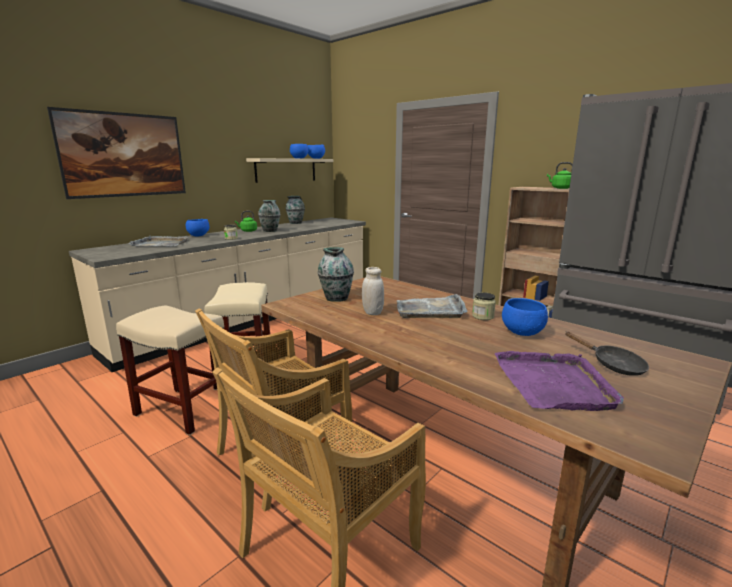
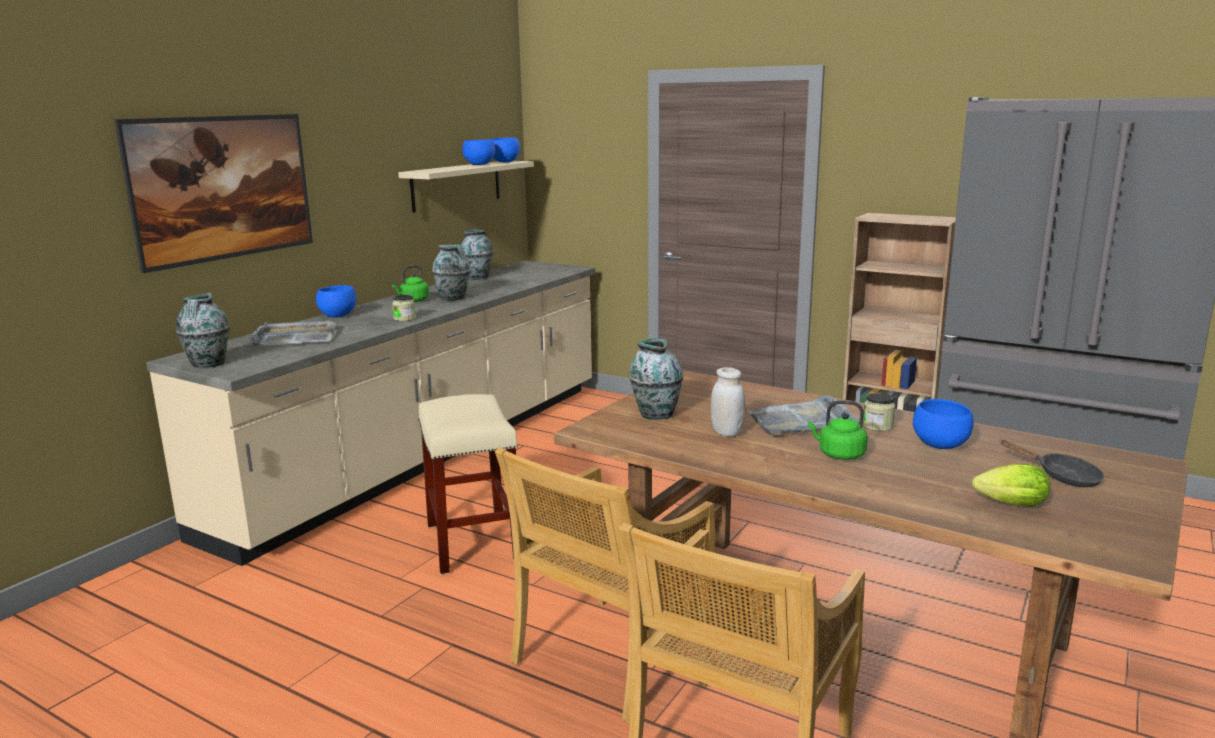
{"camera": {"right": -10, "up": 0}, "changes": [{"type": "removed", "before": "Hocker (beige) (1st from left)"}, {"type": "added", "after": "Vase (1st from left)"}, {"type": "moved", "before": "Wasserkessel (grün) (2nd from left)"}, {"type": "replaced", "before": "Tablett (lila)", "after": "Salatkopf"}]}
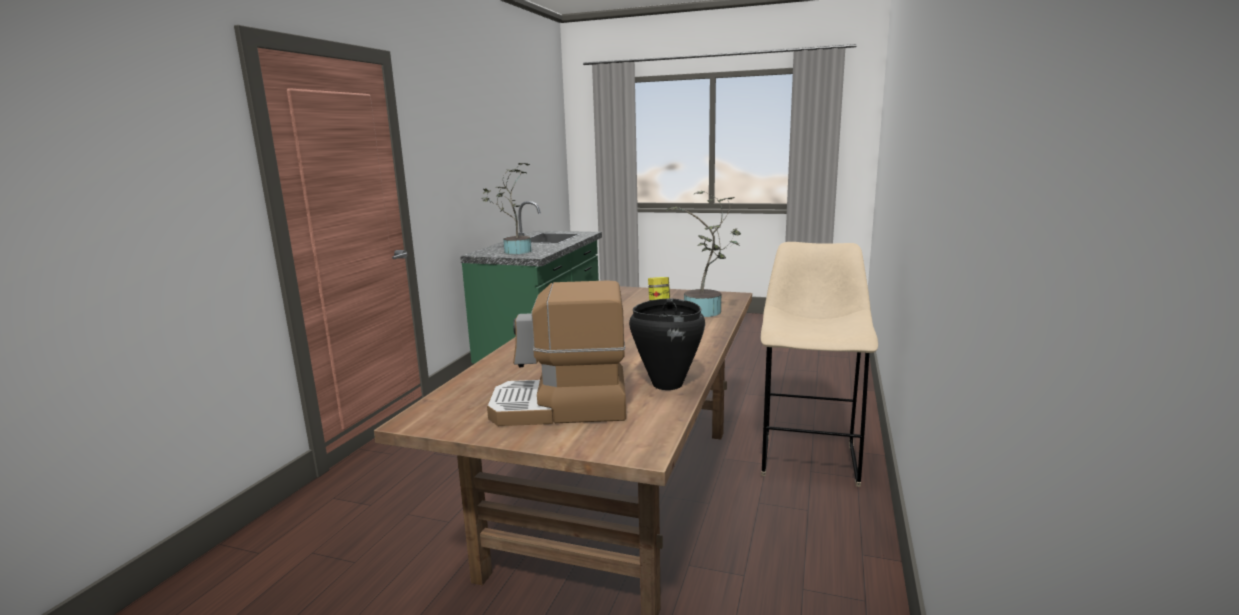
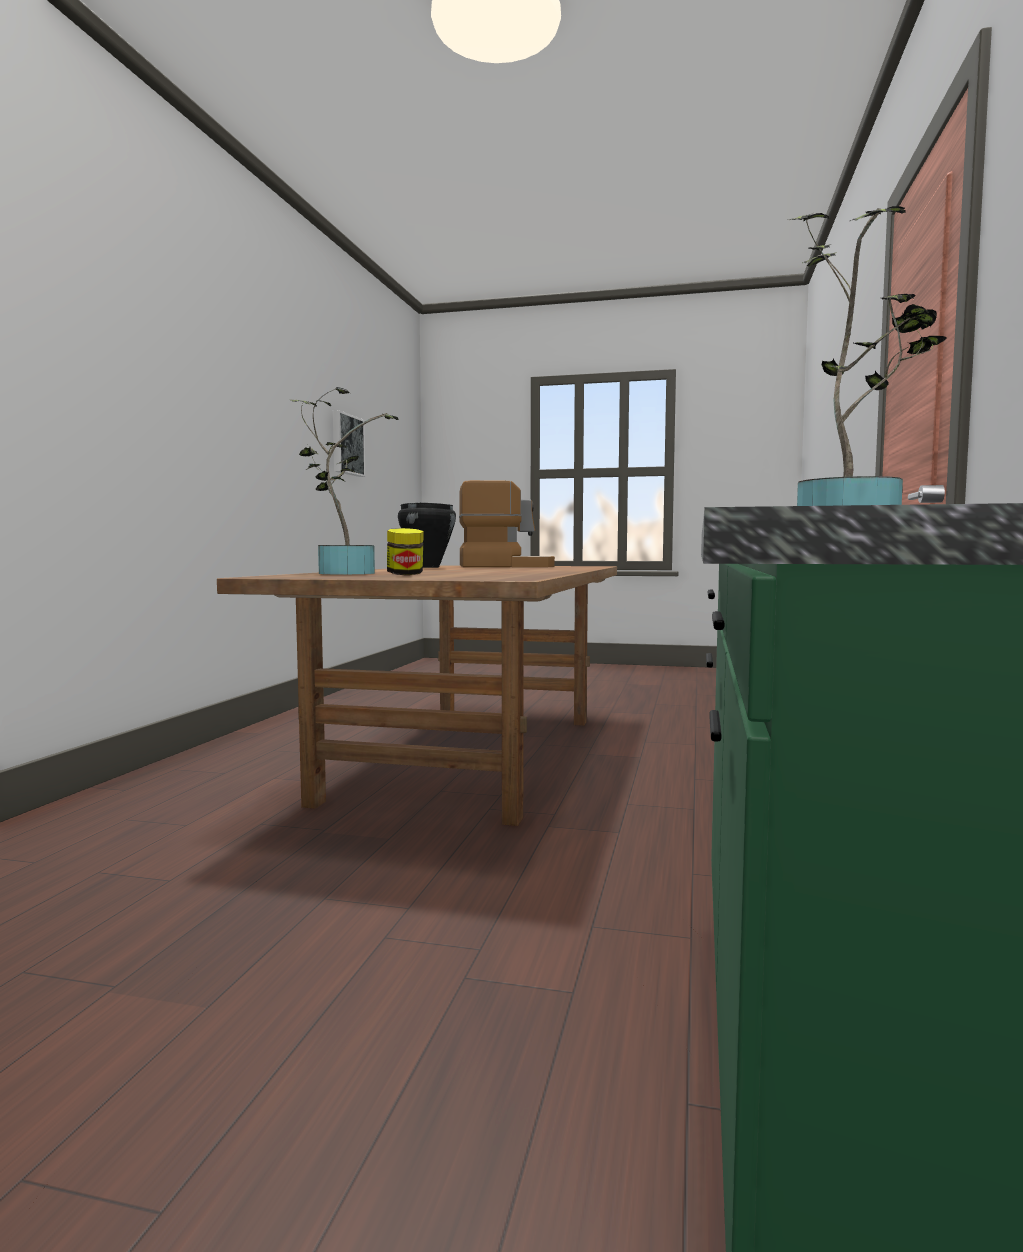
{"camera": {"right": 175, "up": -10}, "changes": [{"type": "removed", "before": "Hocker (beige)"}, {"type": "added", "after": "Bild"}]}
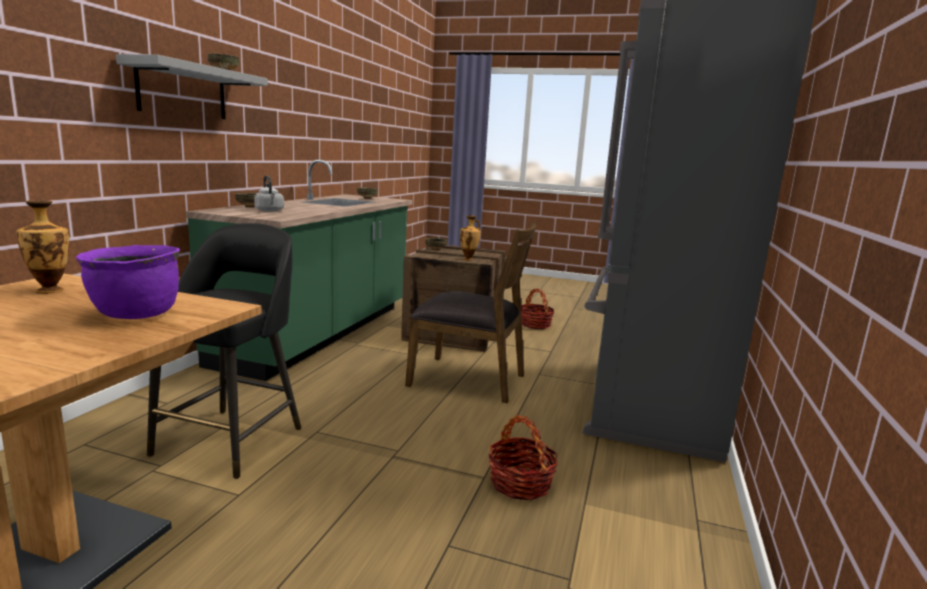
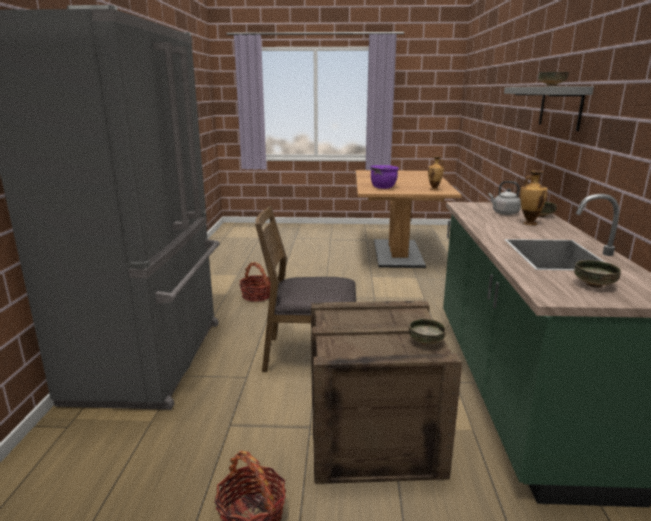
{"camera": {"right": 165, "up": 5}, "changes": [{"type": "removed", "before": "Hocker (schwarz)"}, {"type": "moved", "before": "Vase (2nd from left)"}]}
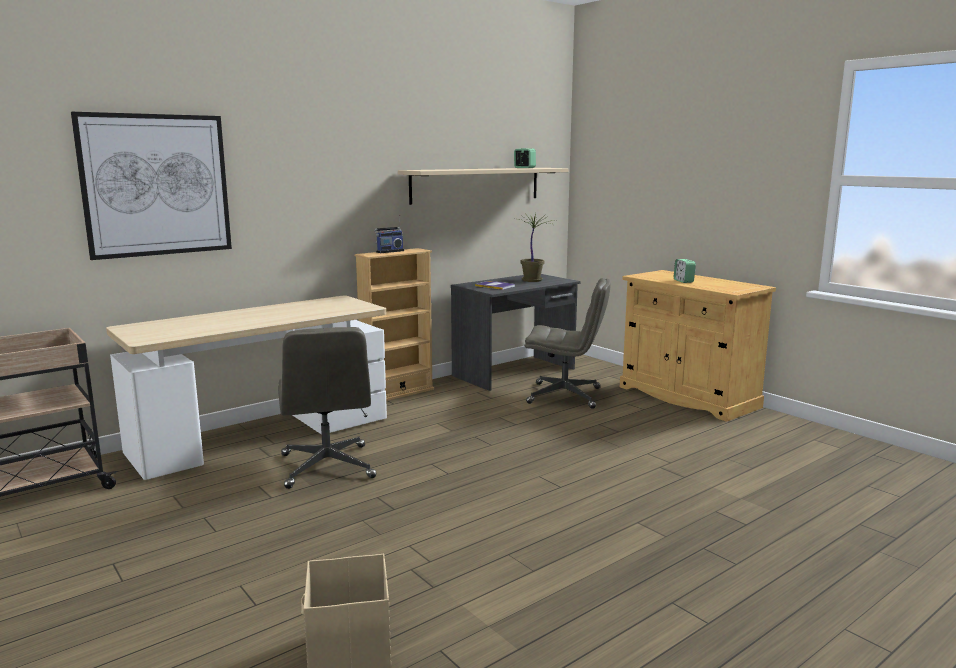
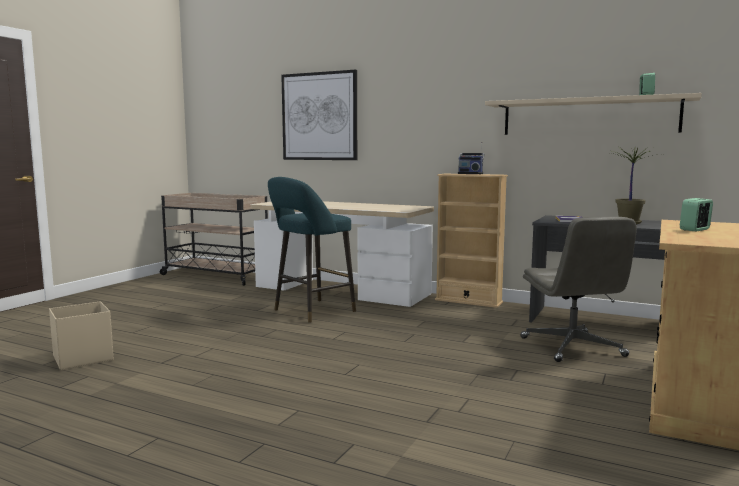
{"camera": {"right": 65, "up": -5}, "changes": [{"type": "replaced", "before": "Bürostuhl (grau) (1st from left)", "after": "Hocker (türkis)"}]}
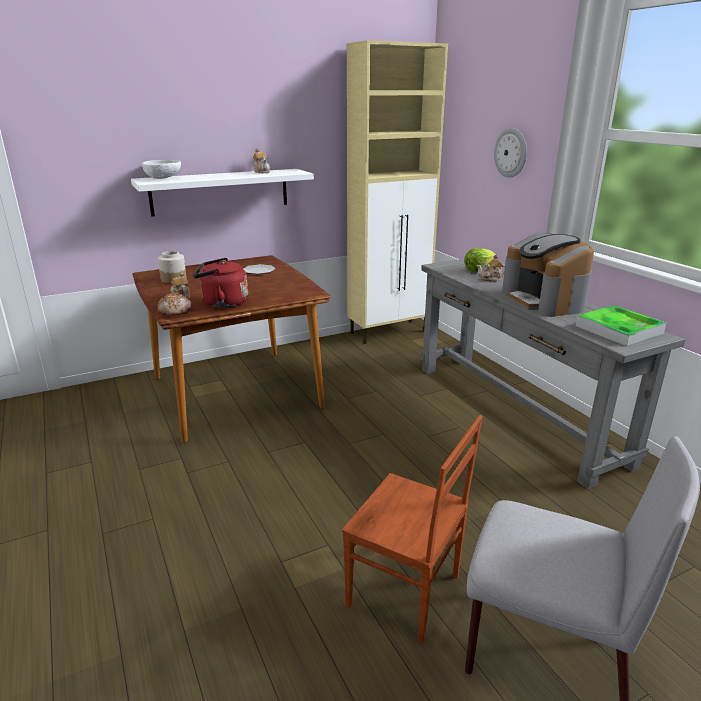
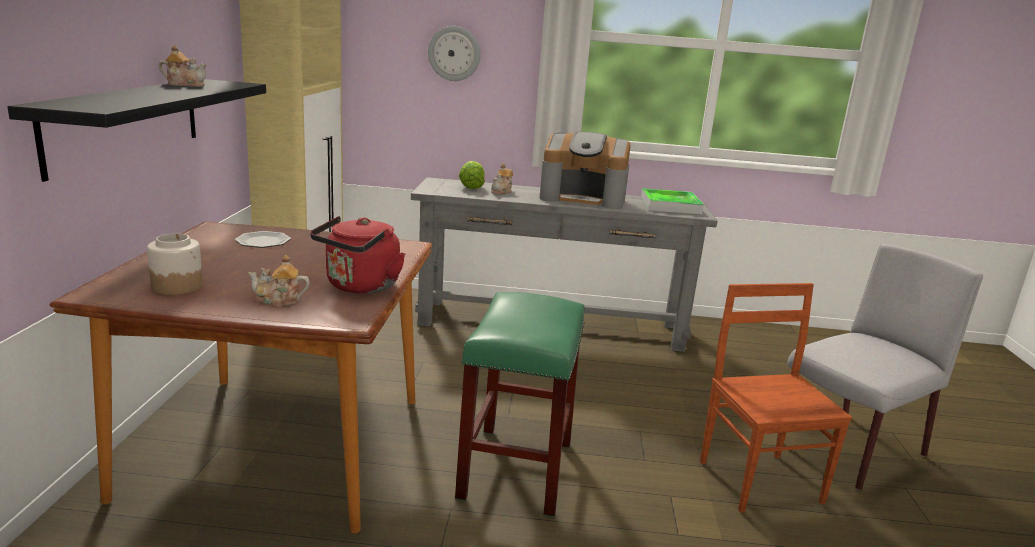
{"camera": {"right": -60, "up": -5}, "changes": [{"type": "removed", "before": "Schüssel (weiß)"}, {"type": "removed", "before": "Brot"}, {"type": "added", "after": "Hocker (grün)"}, {"type": "recoloured", "before": "Wandregal (weiß)", "after": "Wandregal (schwarz)"}, {"type": "turned", "before": "Stuhl (braun)", "turn": -75}]}
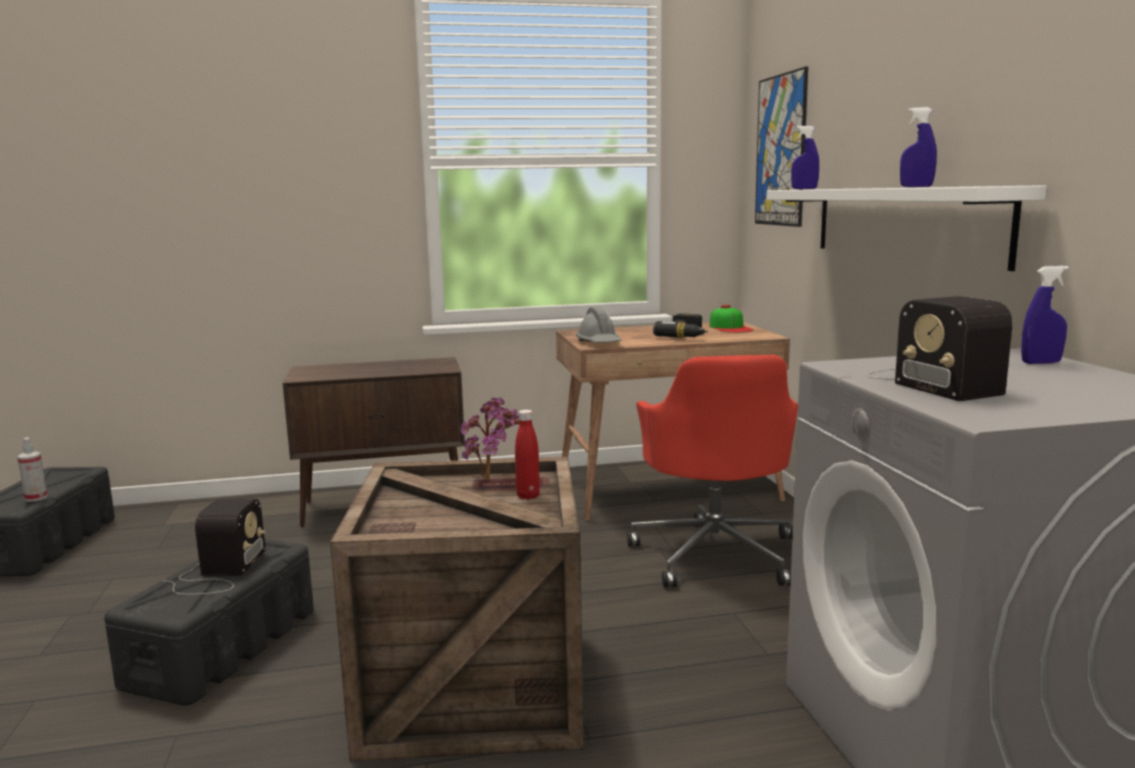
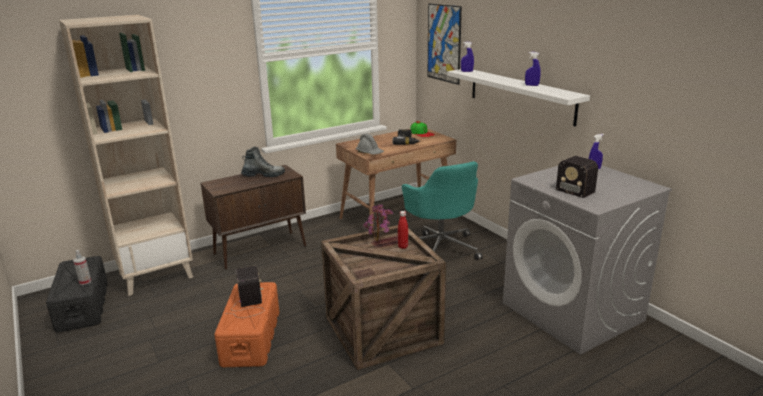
{"camera": {"right": -20, "up": 10}, "changes": [{"type": "added", "after": "Bücherregal (beige)"}, {"type": "added", "after": "Stiefel"}, {"type": "recoloured", "before": "Aufbewahrungsbox (schwarz) (2nd from left)", "after": "Aufbewahrungsbox (orange)"}, {"type": "recoloured", "before": "Bürostuhl (rot)", "after": "Bürostuhl (türkis)"}]}
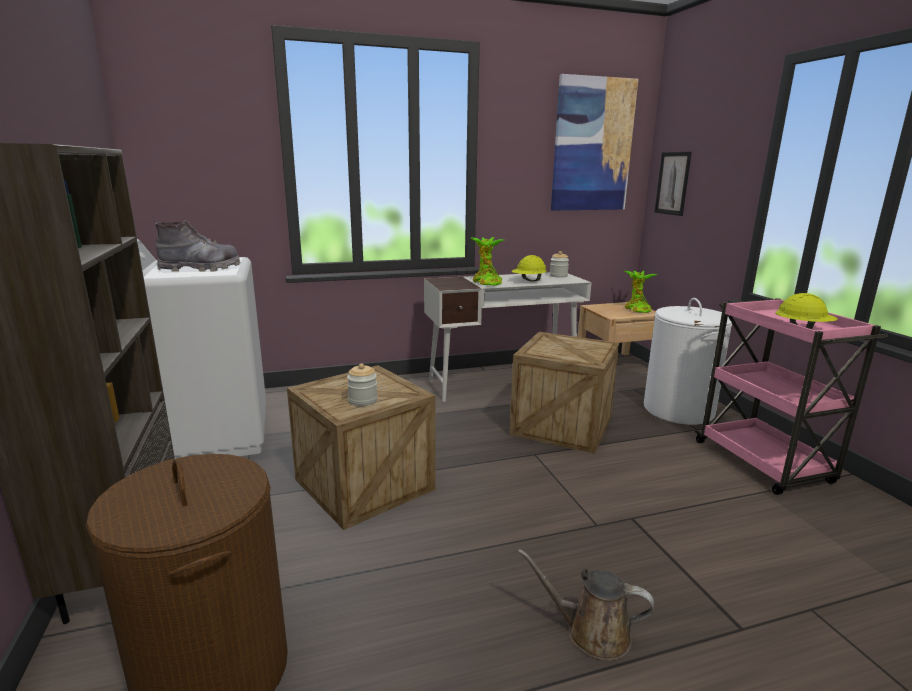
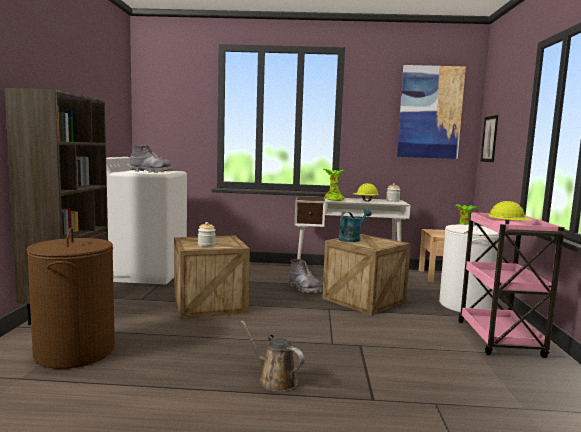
{"camera": {"right": 20, "up": -10}, "changes": [{"type": "added", "after": "Stiefel (grau) (2nd from left)"}, {"type": "added", "after": "Gießkanne (türkis)"}]}
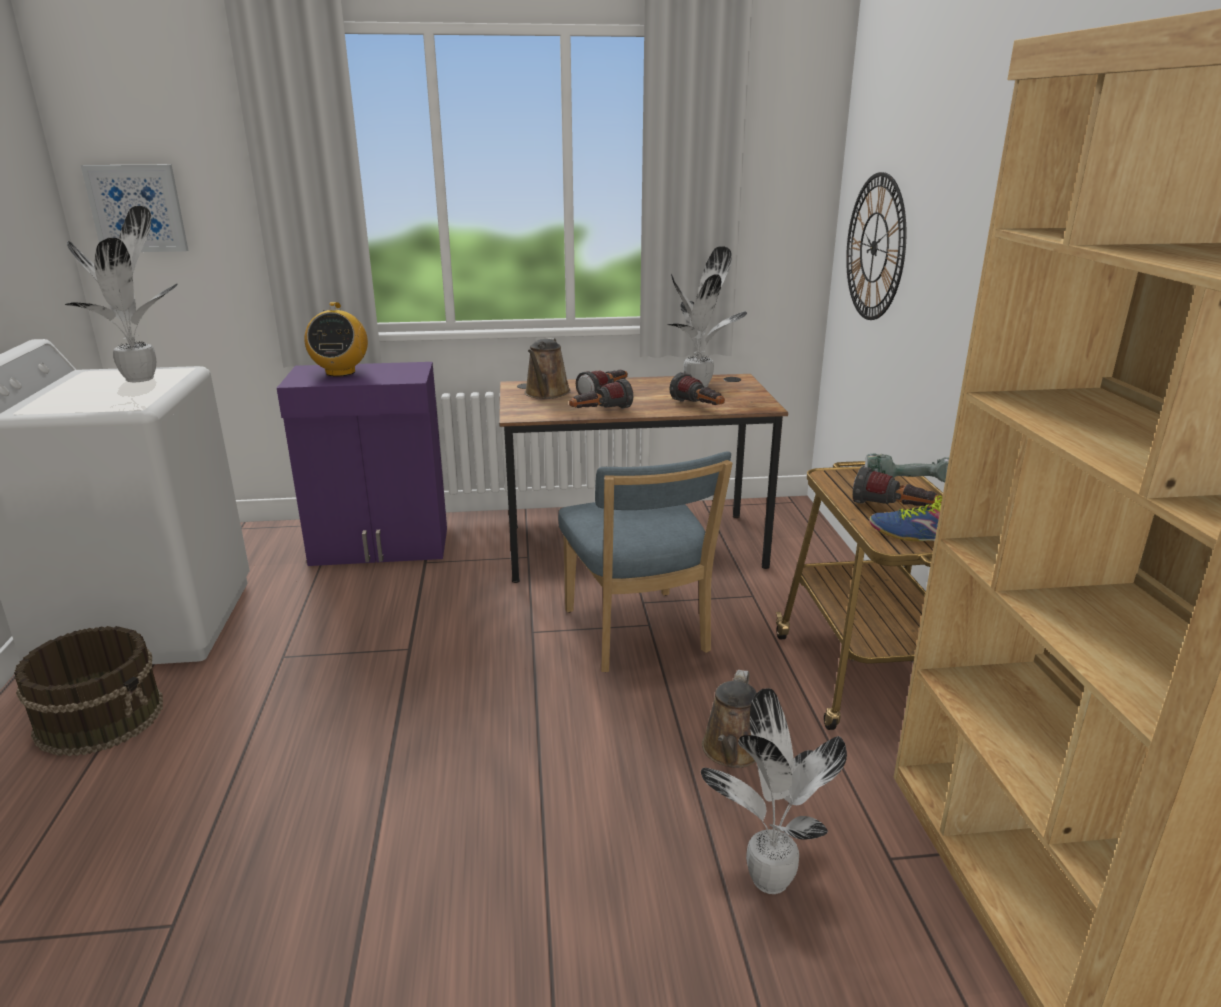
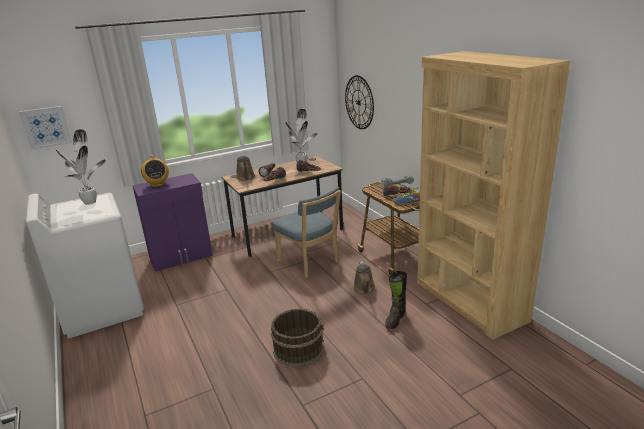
{"camera": {"right": -20, "up": 0}, "changes": [{"type": "moved", "before": "Eimer (braun)"}, {"type": "replaced", "before": "Topfpflanze (3rd from left)", "after": "Stiefel (schwarz)"}]}
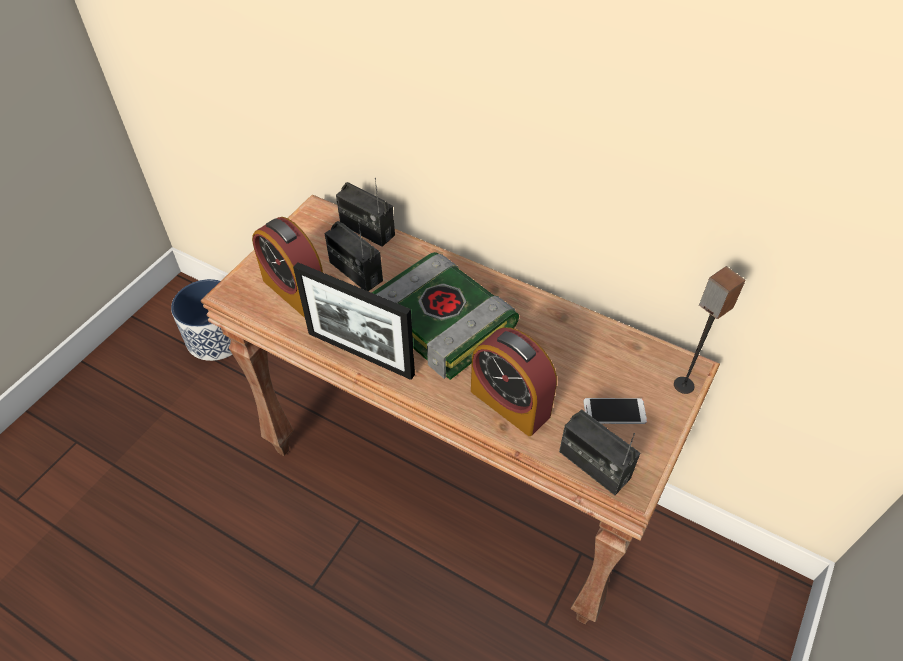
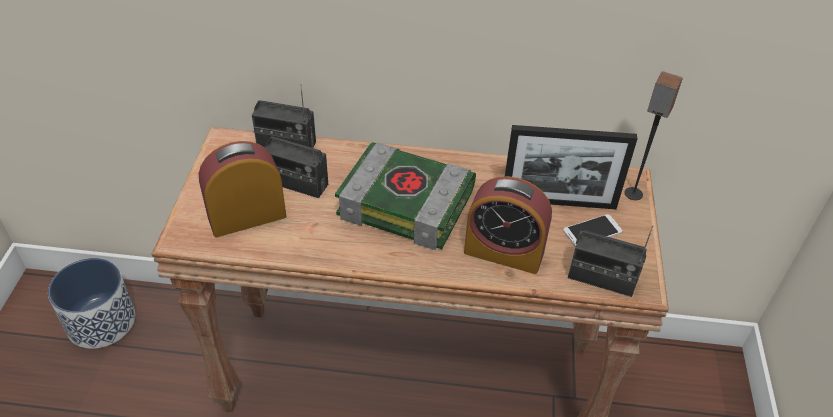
{"camera": {"right": -25, "up": -5}, "changes": [{"type": "moved", "before": "Bilderrahmen"}, {"type": "turned", "before": "Wecker (1st from left)", "turn": 135}]}
